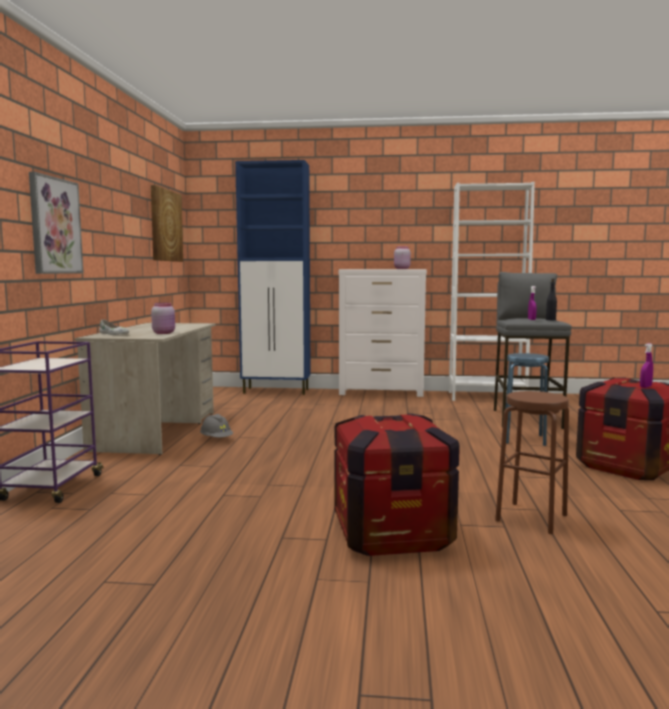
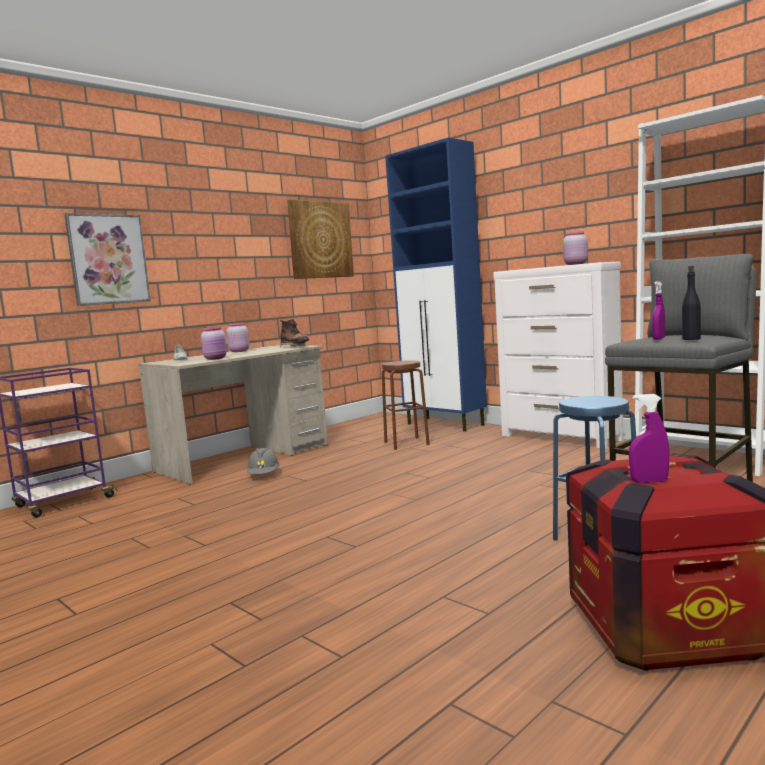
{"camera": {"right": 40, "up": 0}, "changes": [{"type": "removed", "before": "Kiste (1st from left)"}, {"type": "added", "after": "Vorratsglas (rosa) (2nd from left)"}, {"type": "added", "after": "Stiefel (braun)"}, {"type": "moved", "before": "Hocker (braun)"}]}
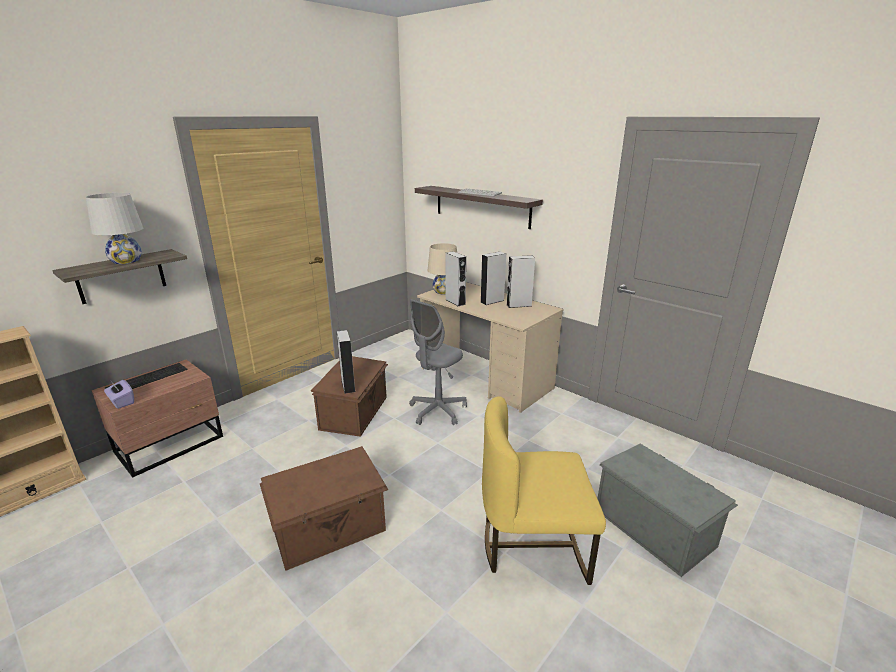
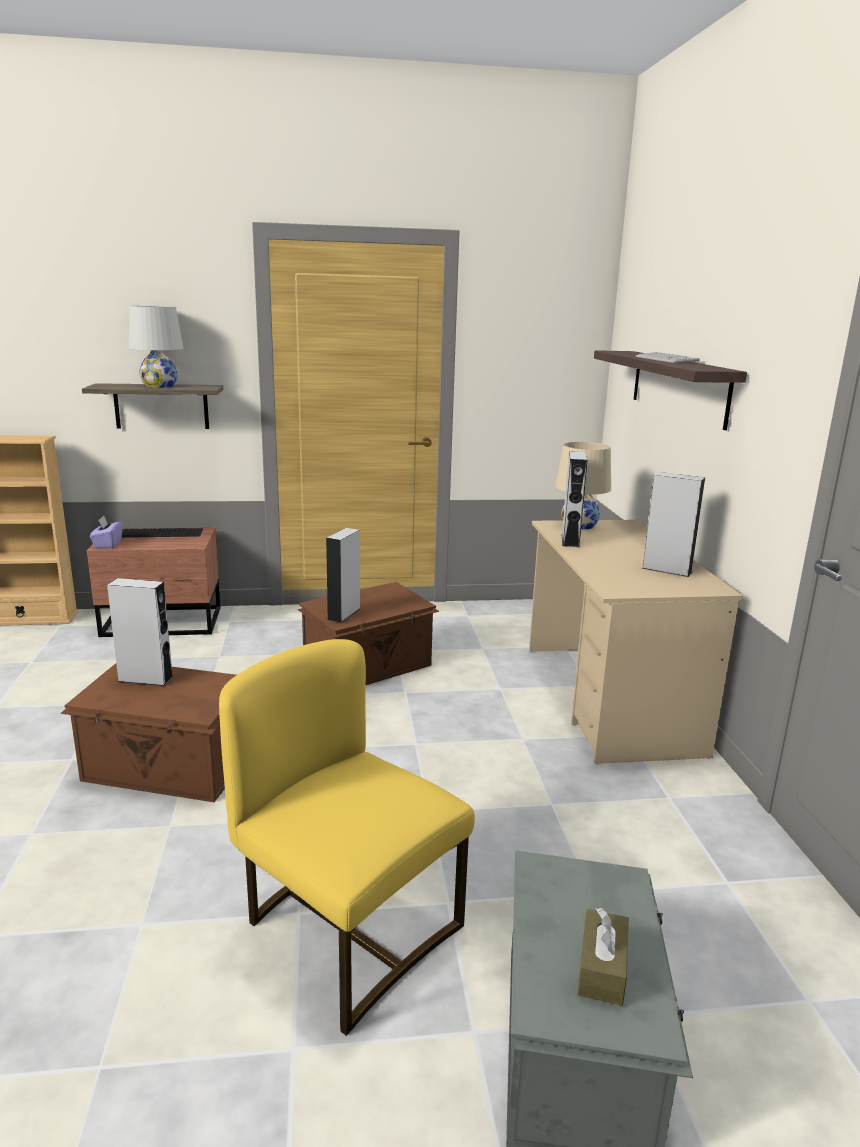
{"camera": {"right": 40, "up": -5}, "changes": [{"type": "removed", "before": "Bürostuhl (grau)"}, {"type": "added", "after": "Taschentuchbox (braun)"}, {"type": "moved", "before": "Lautsprecher (grau) (3rd from left in the first image)", "after": "Lautsprecher (grau) (1st from left)"}]}
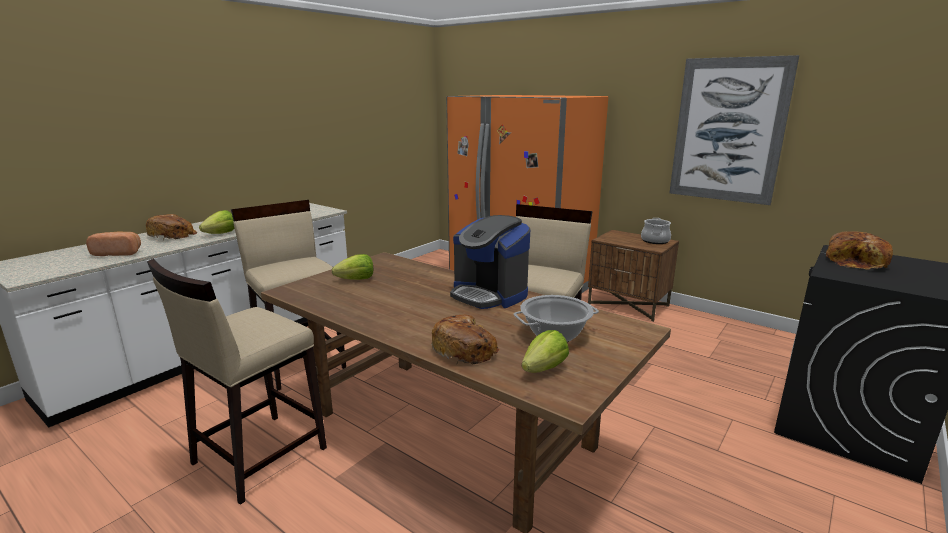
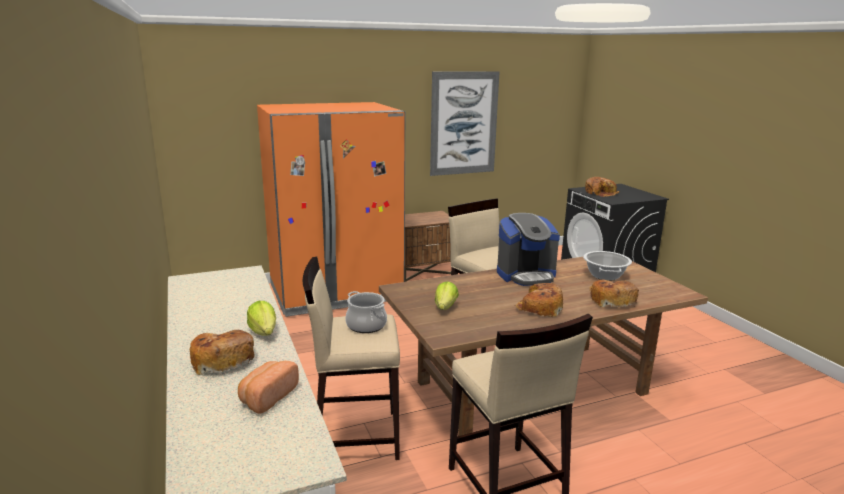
{"camera": {"right": -60, "up": 0}, "changes": [{"type": "removed", "before": "Salatkopf (3rd from left)"}, {"type": "added", "after": "Brot (3rd from left)"}, {"type": "moved", "before": "Kochtopf (2nd from left in the first image)", "after": "Kochtopf (1st from left)"}]}
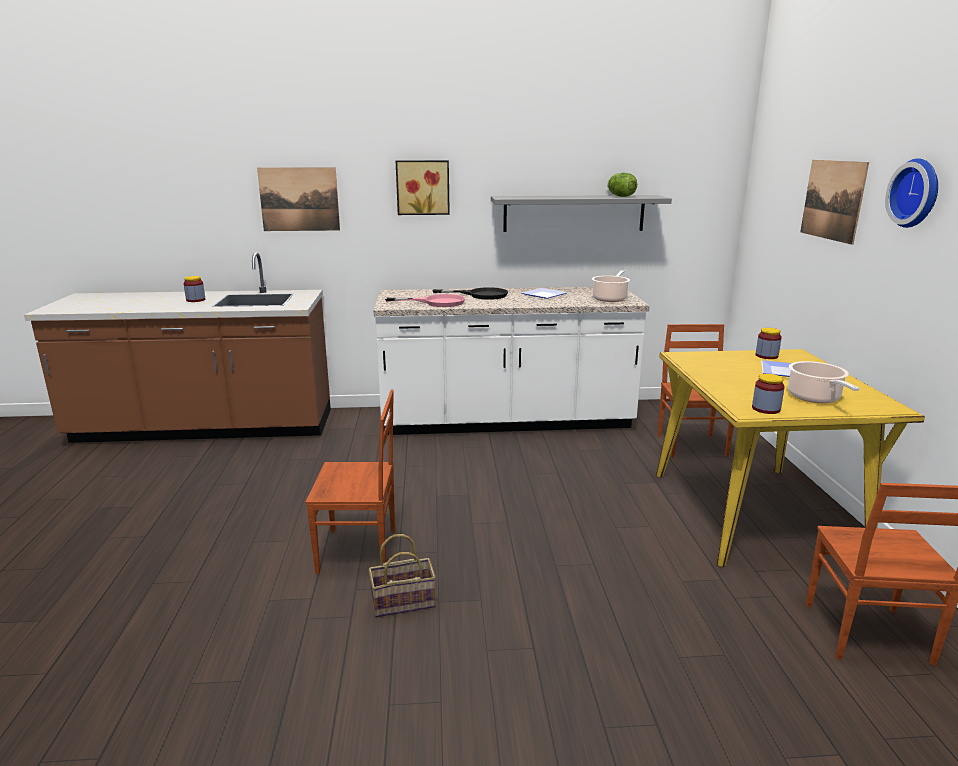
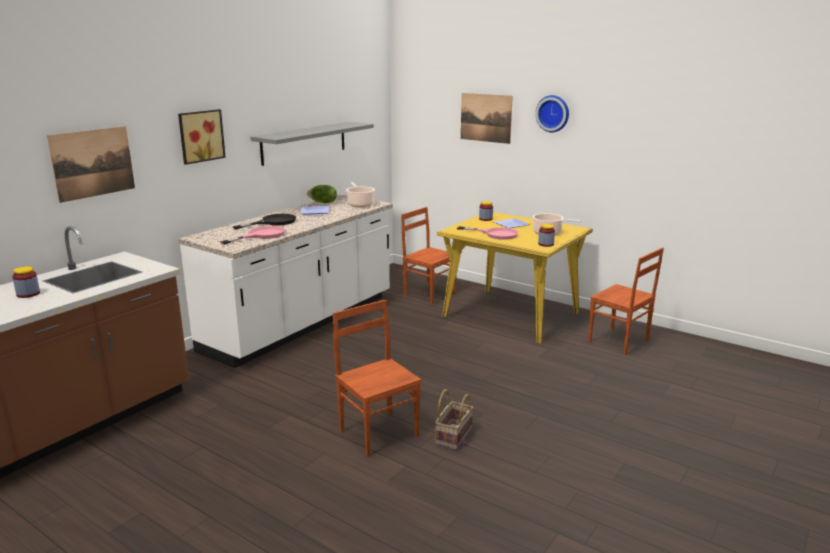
{"camera": {"right": -50, "up": 0}, "changes": [{"type": "added", "after": "Pfanne (rosa) (2nd from left)"}, {"type": "moved", "before": "Salatkopf"}, {"type": "turned", "before": "Stuhl (braun) (1st from left)", "turn": -75}]}
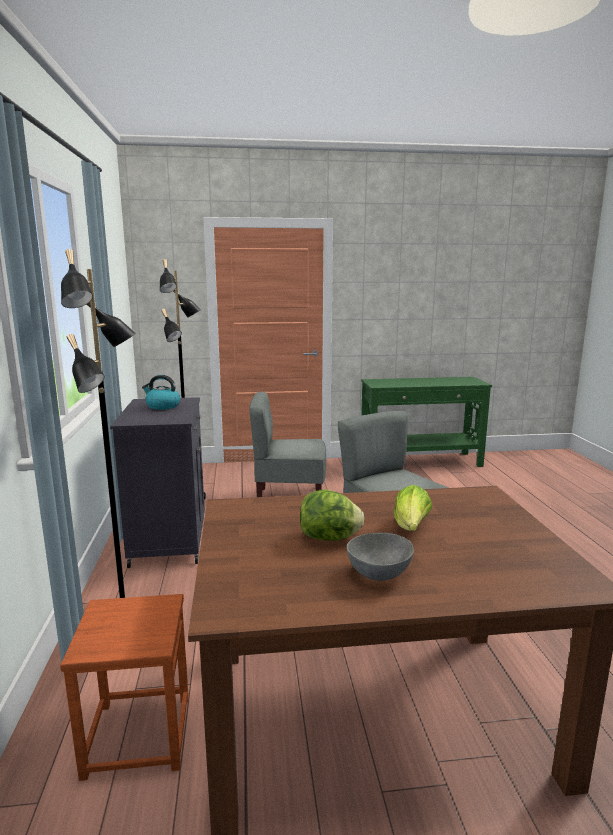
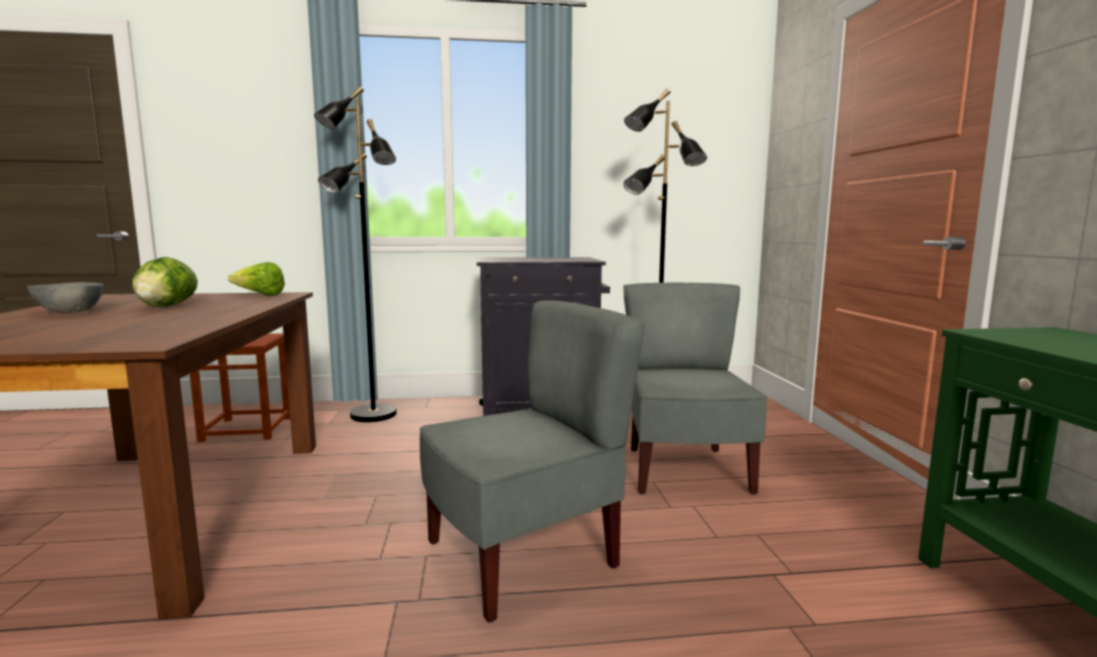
{"camera": {"right": 90, "up": -5}, "changes": [{"type": "removed", "before": "Wasserkessel"}, {"type": "moved", "before": "Salatkopf (2nd from left)"}]}
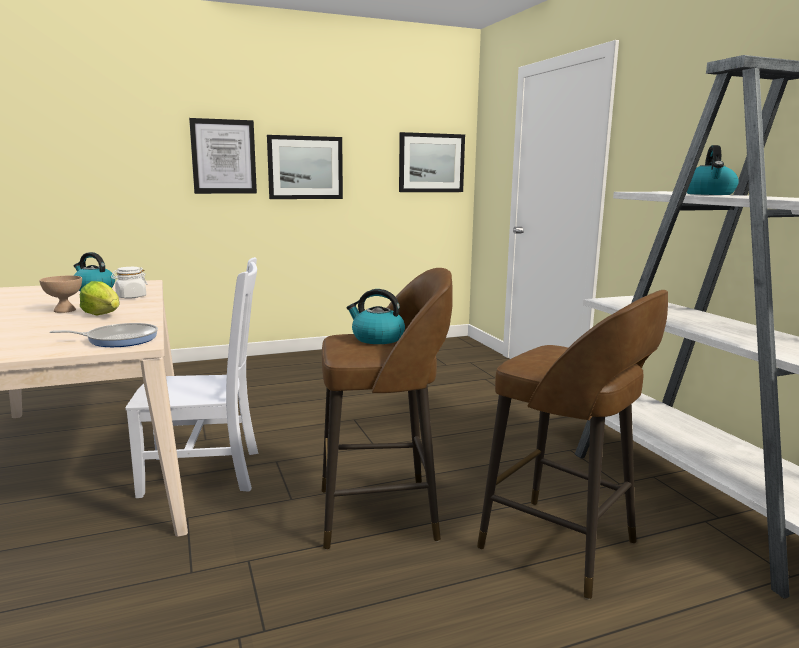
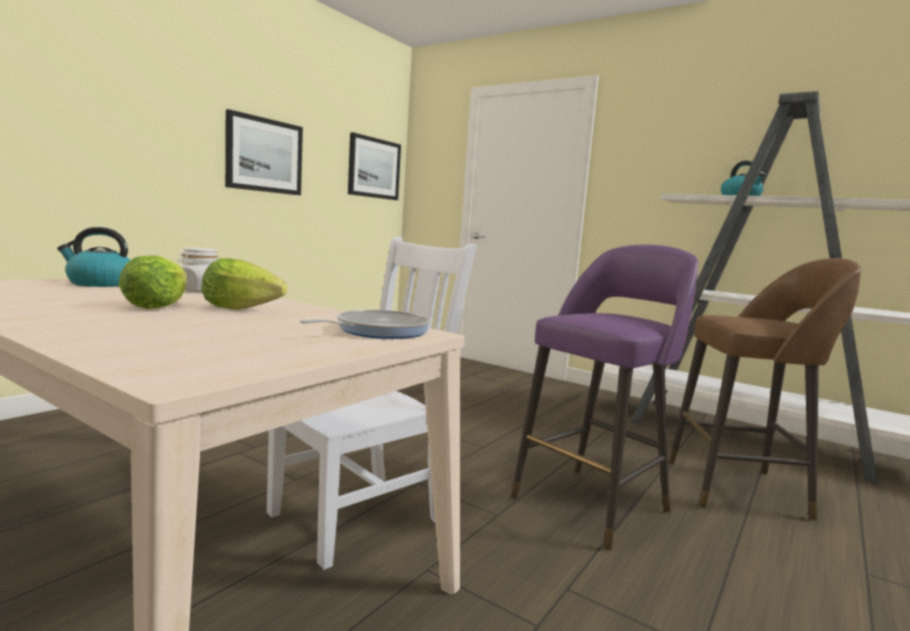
{"camera": {"right": -35, "up": -5}, "changes": [{"type": "removed", "before": "Bild (1st from left)"}, {"type": "removed", "before": "Wasserkessel (2nd from left)"}, {"type": "replaced", "before": "Schüssel (beige)", "after": "Salatkopf (1st from left)"}, {"type": "recoloured", "before": "Hocker (braun) (1st from left)", "after": "Hocker (lila)"}]}
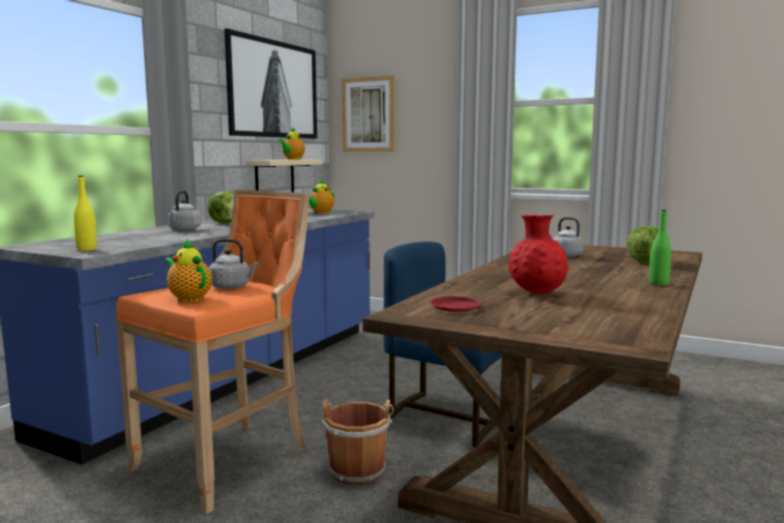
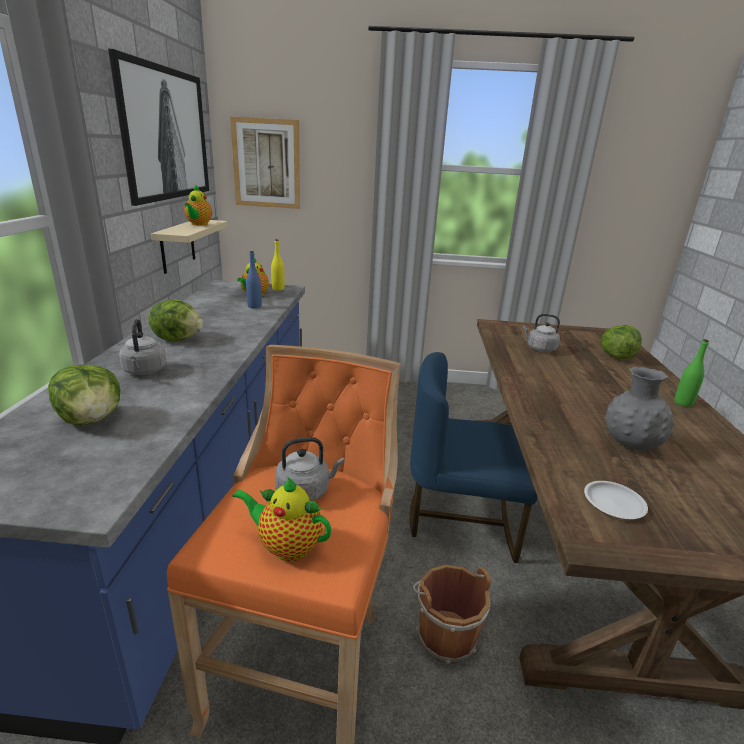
{"camera": {"right": -25, "up": 15}, "changes": [{"type": "added", "after": "Salatkopf (1st from left)"}, {"type": "added", "after": "Flasche (blau)"}, {"type": "moved", "before": "Flasche (gelb)"}, {"type": "recoloured", "before": "Teller (rot)", "after": "Teller (weiß)"}, {"type": "recoloured", "before": "Vase (rot)", "after": "Vase (grau)"}]}
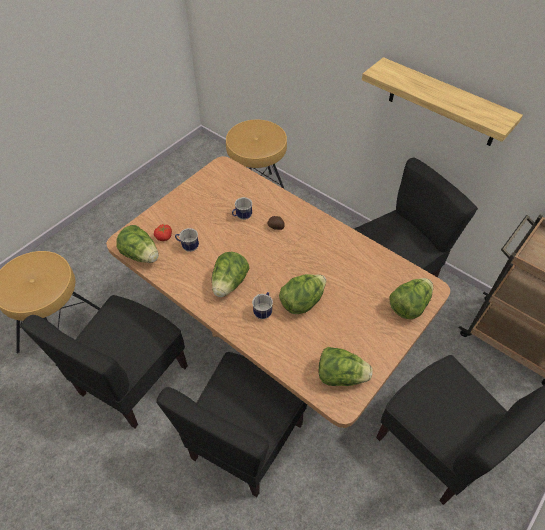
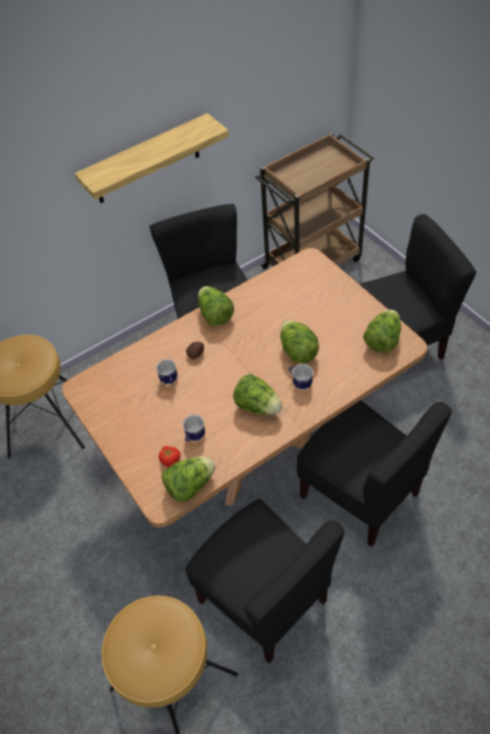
{"camera": {"right": -70, "up": 0}, "changes": [{"type": "moved", "before": "Salatkopf (5th from left in the first image)", "after": "Salatkopf (2nd from left)"}]}
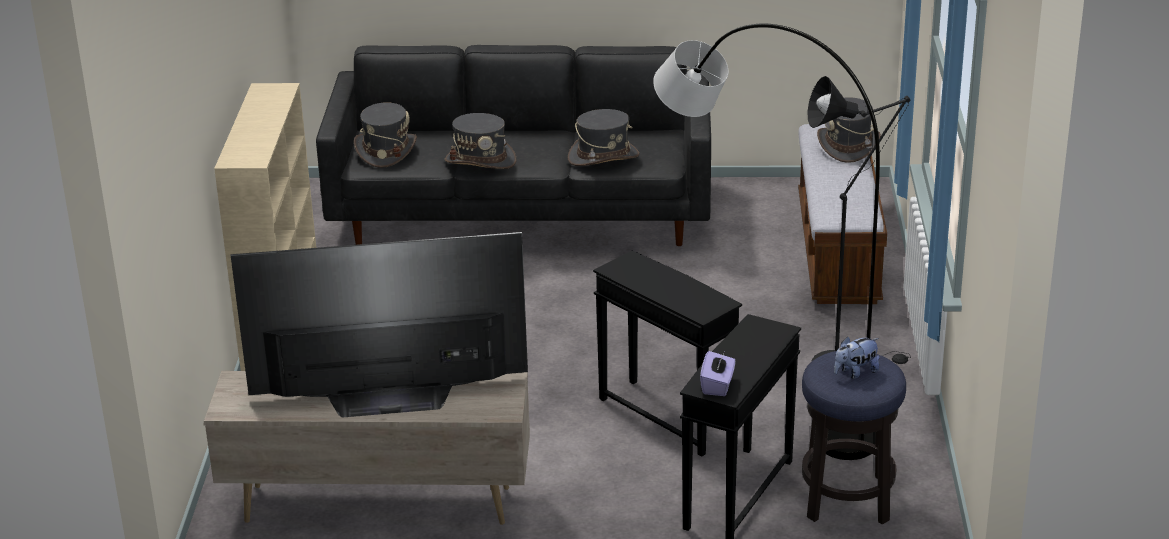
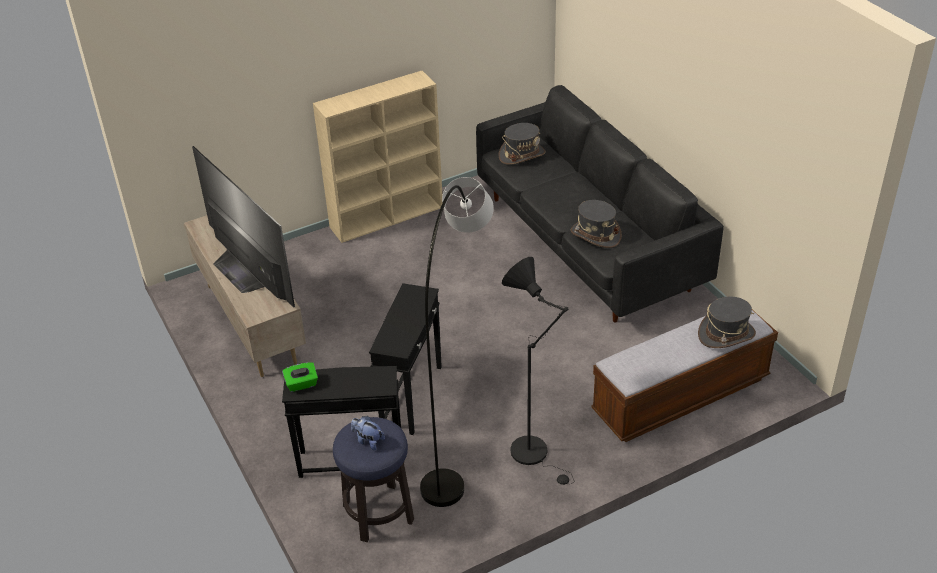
{"camera": {"right": 60, "up": 10}, "changes": [{"type": "removed", "before": "Hut (grau) (2nd from left)"}, {"type": "recoloured", "before": "Taschentuchbox (lila)", "after": "Taschentuchbox (grün)"}]}
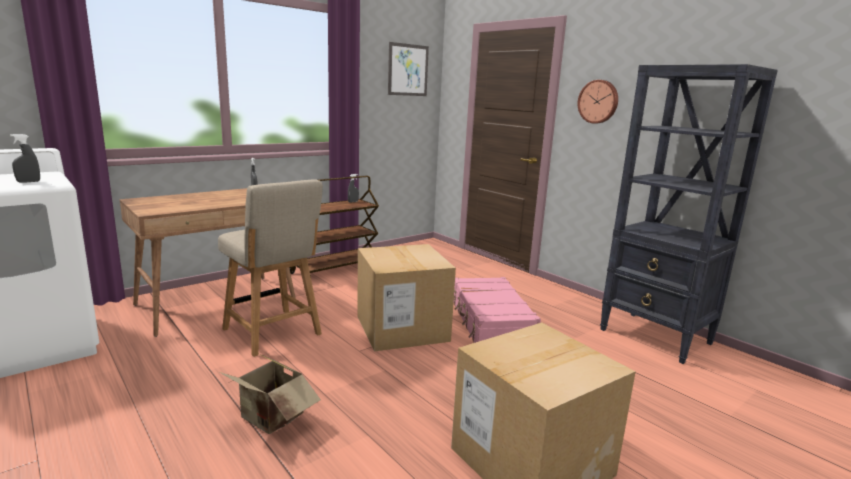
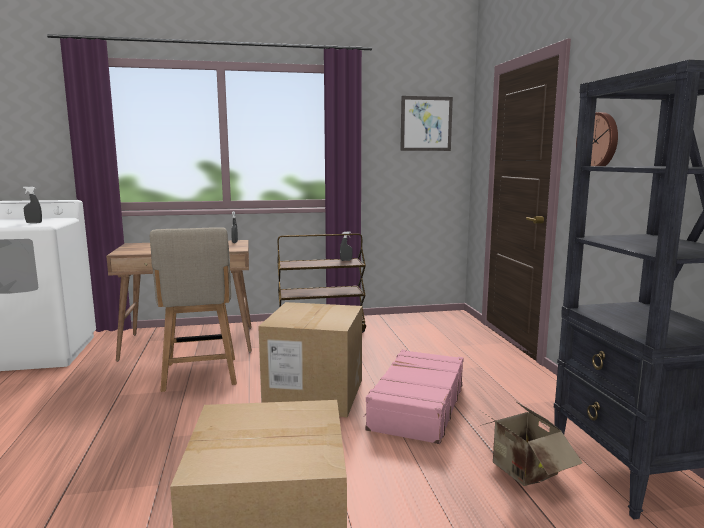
{"camera": {"right": 30, "up": -5}, "changes": [{"type": "moved", "before": "Karton (1st from left in the first image)", "after": "Karton (3rd from left)"}]}
